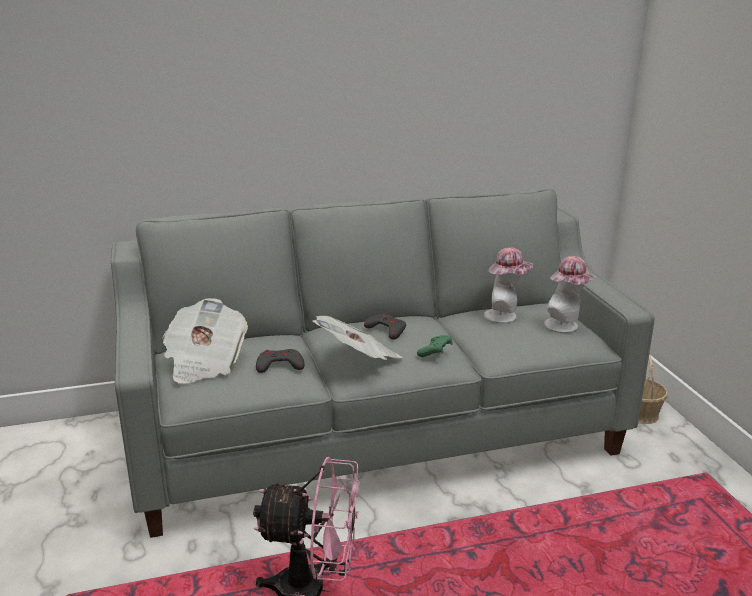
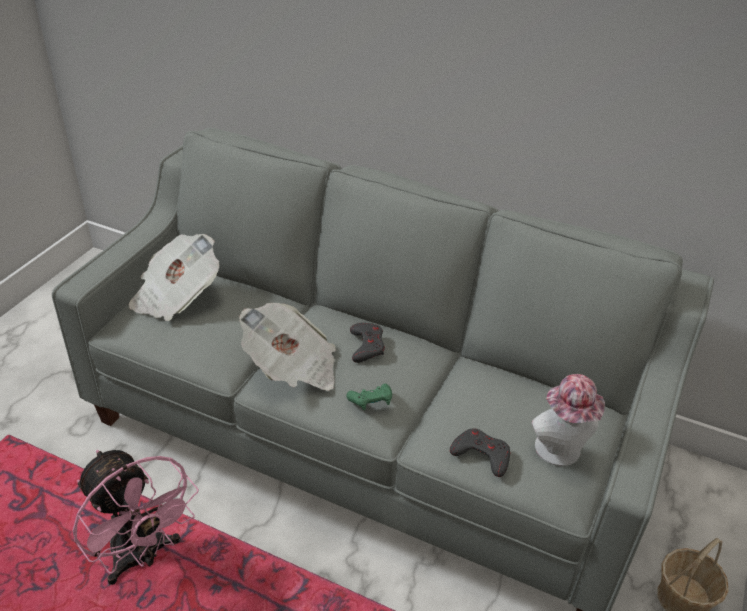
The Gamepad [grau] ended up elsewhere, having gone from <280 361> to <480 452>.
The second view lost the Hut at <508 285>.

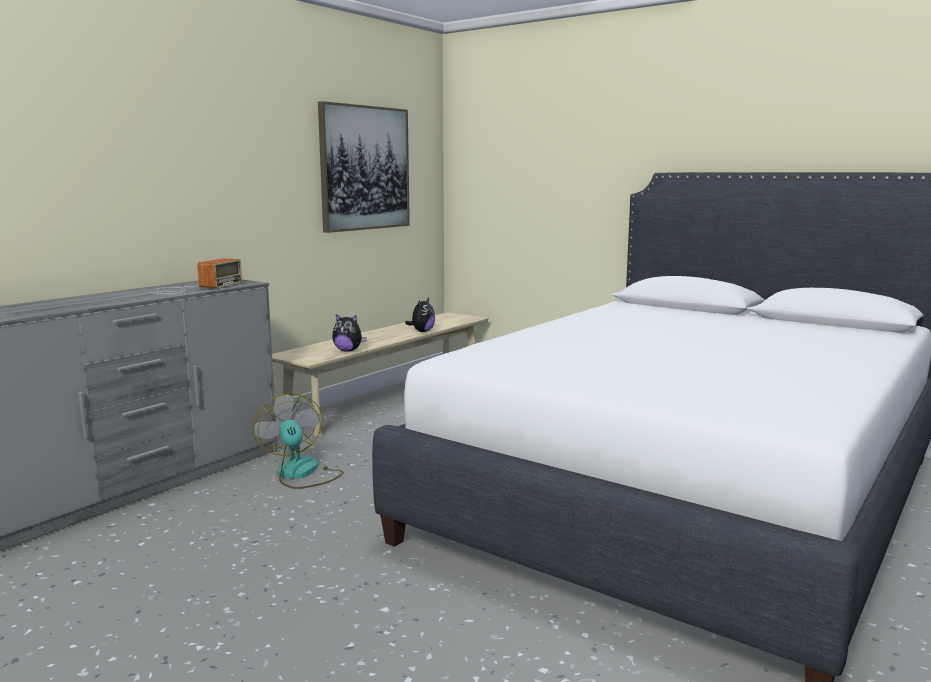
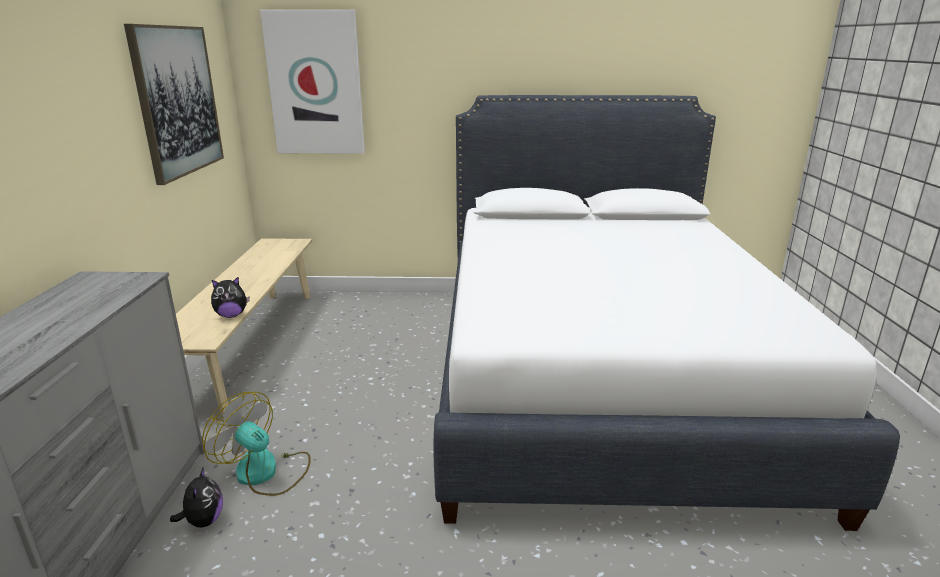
The second view lost the Radio at <196 276>.
The Plüschtier ended up elsewhere, having gone from <420 315> to <196 497>.
The second view gained the Bild at <312 82>.

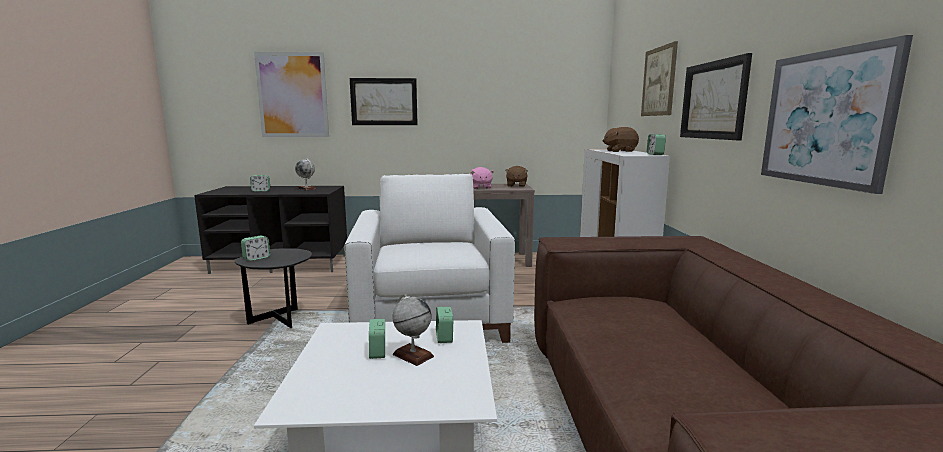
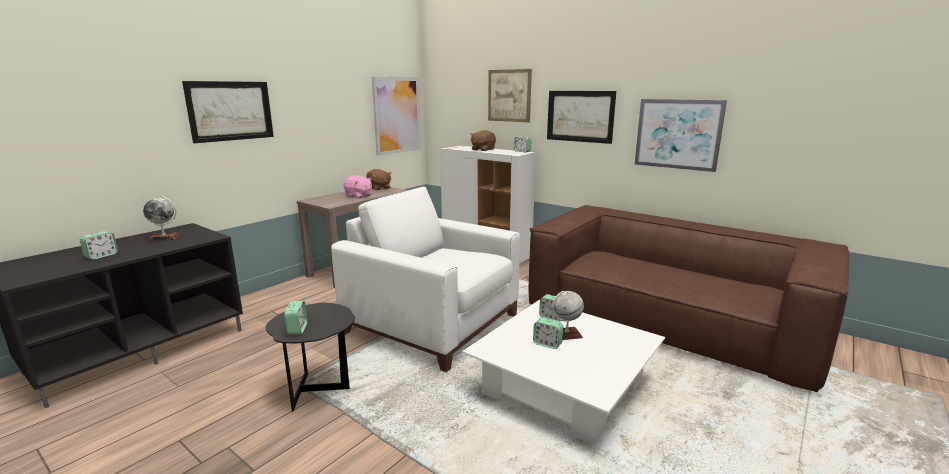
The Bild ended up elsewhere, having gone from <291 94> to <396 116>.

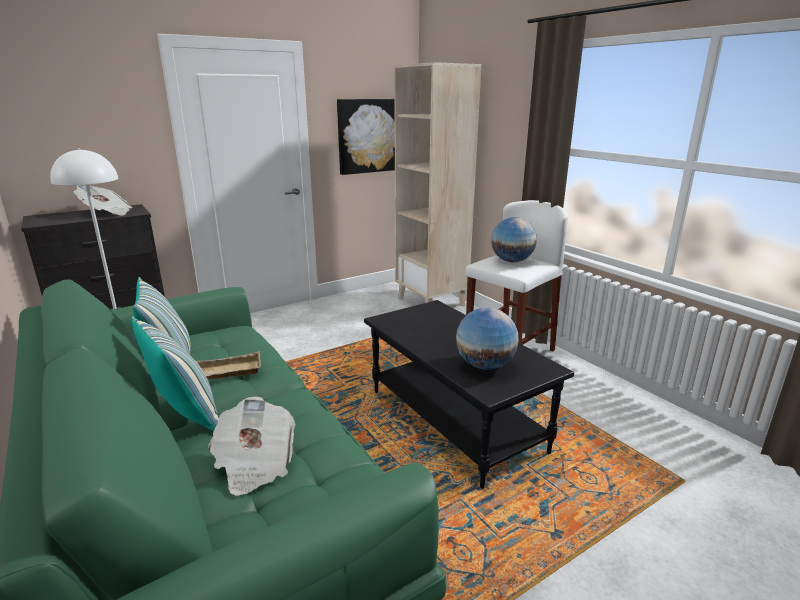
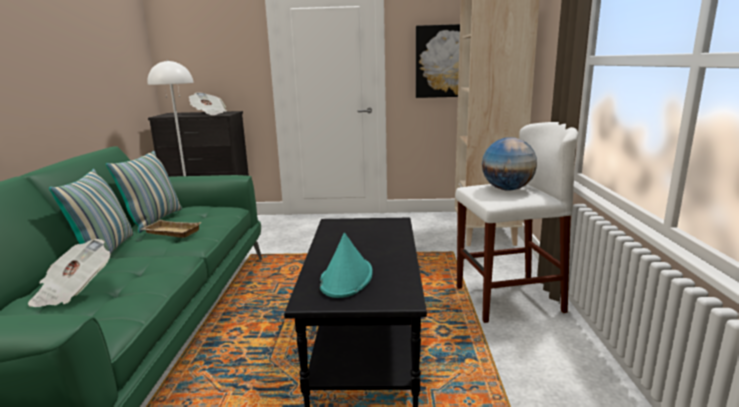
Where the Globus stood at <487 339>, the Hut [türkis] came to stand at <346 265>.

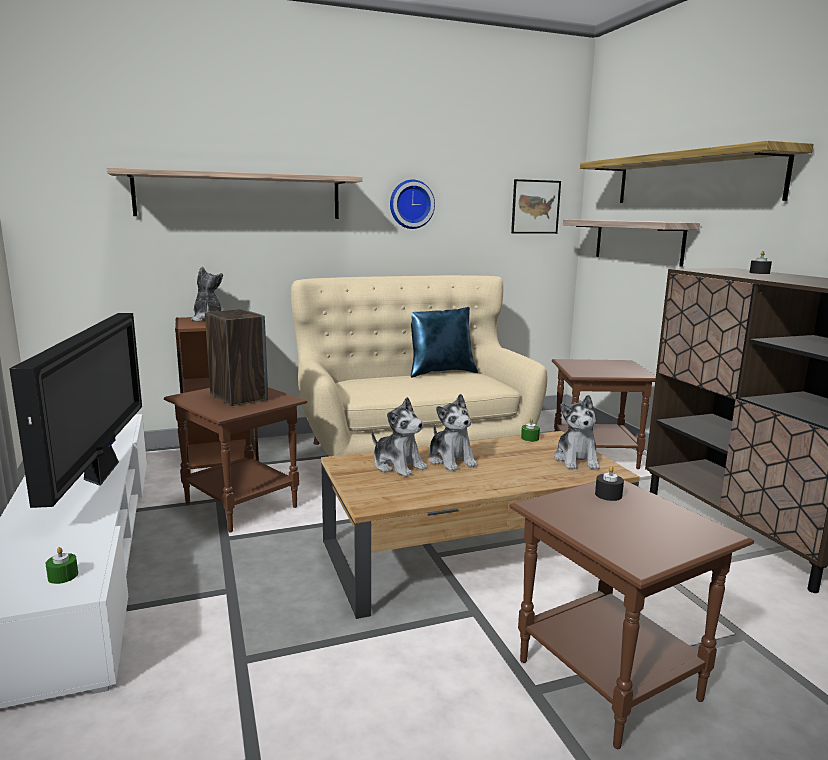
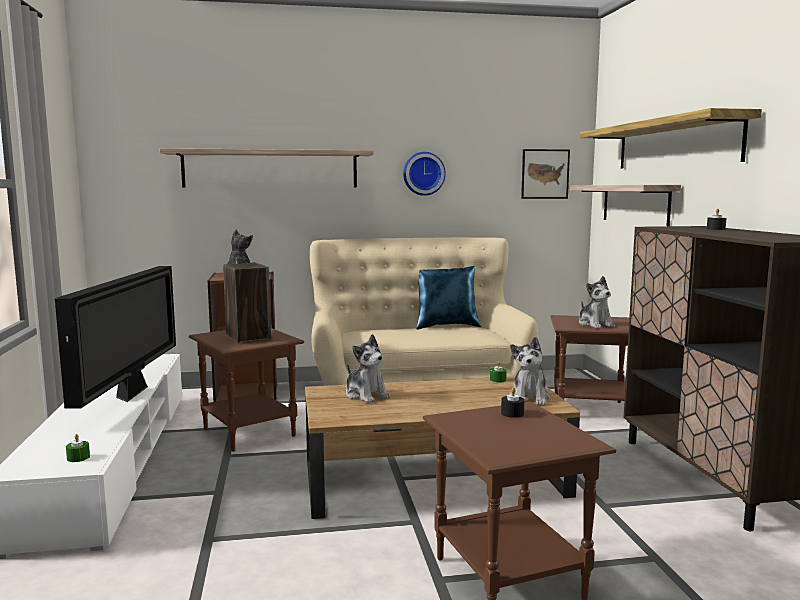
The Plüschtier ended up elsewhere, having gone from <453 432> to <597 302>.

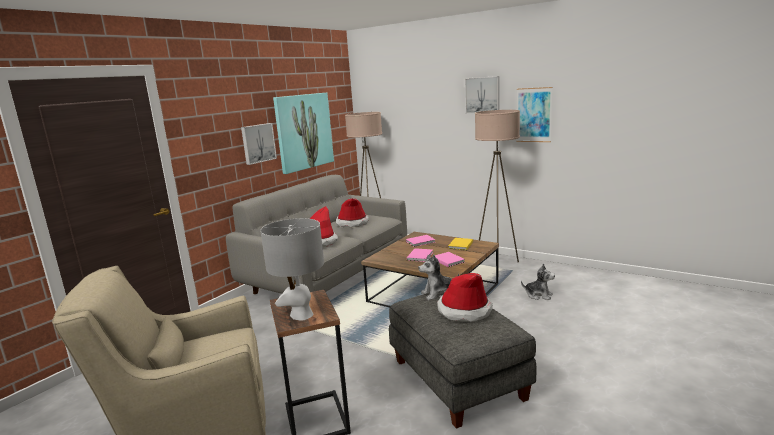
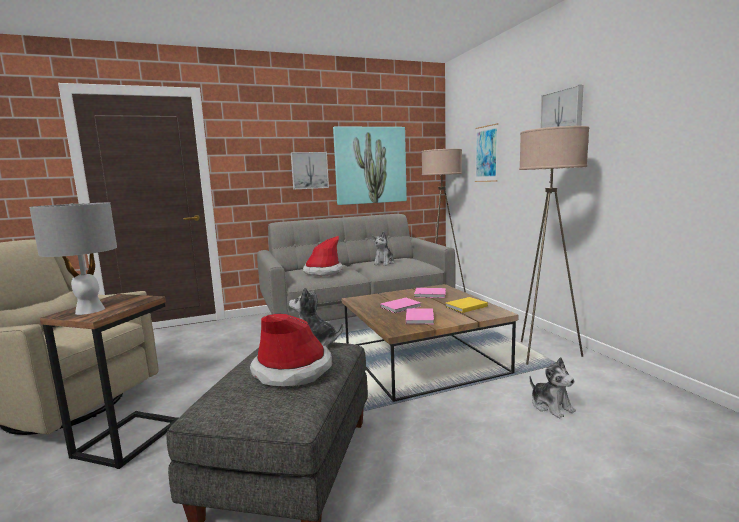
Where the Hut stood at <352 212>, the Plüschtier came to stand at <383 248>.
The Bild ended up elsewhere, having gone from <534 114> to <486 152>.

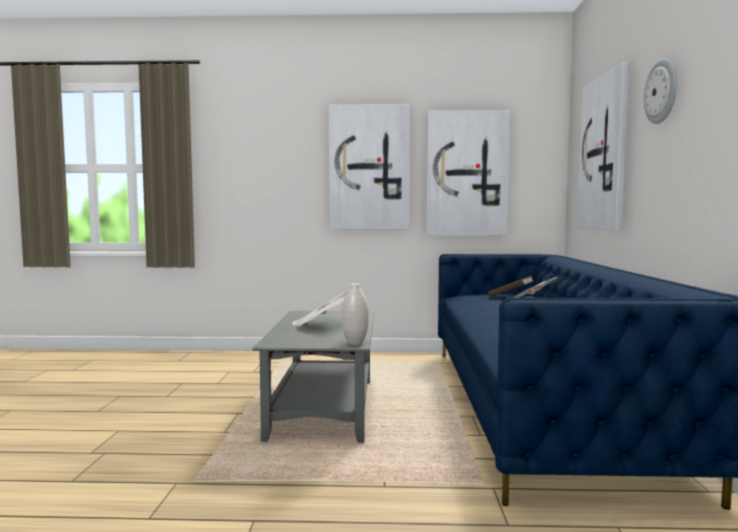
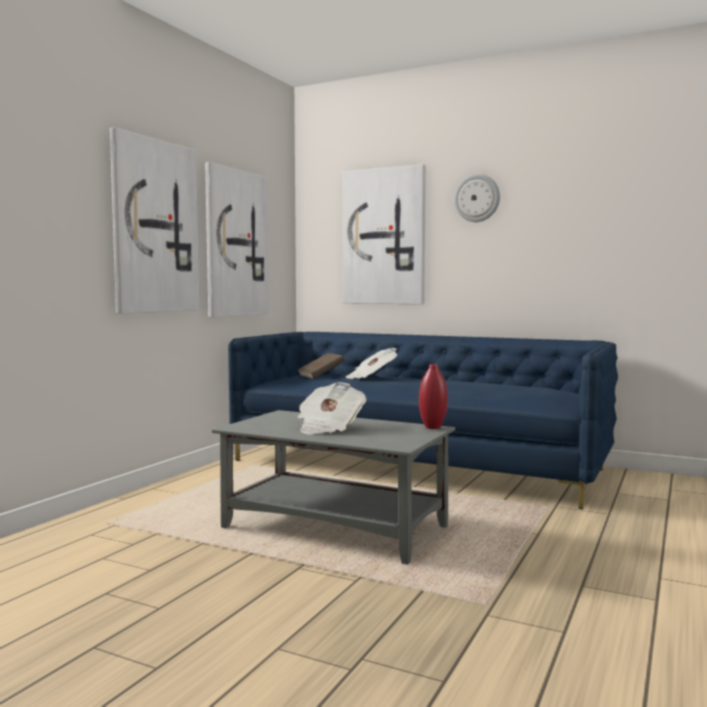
What was the Vase [weiß] at <355 314> turned into the Vase [rot] at <433 396>.

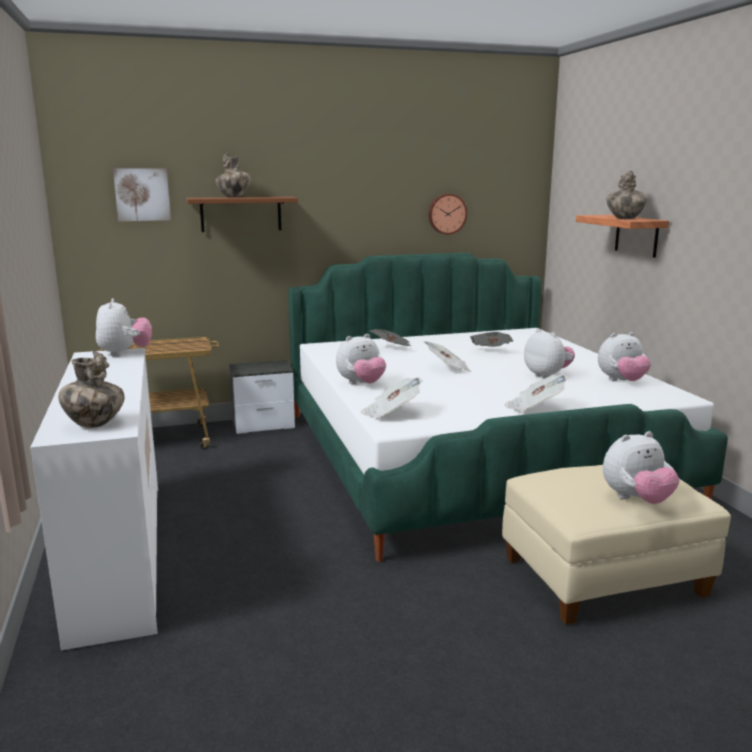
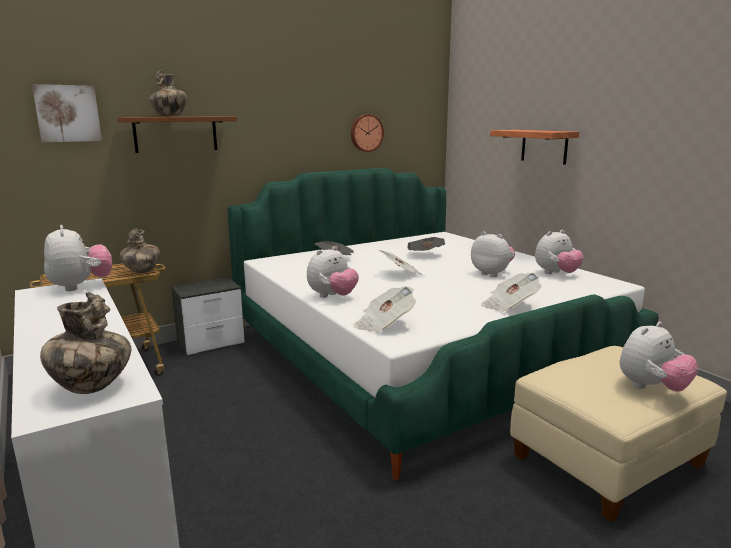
The Vase ended up elsewhere, having gone from <627 194> to <140 250>.

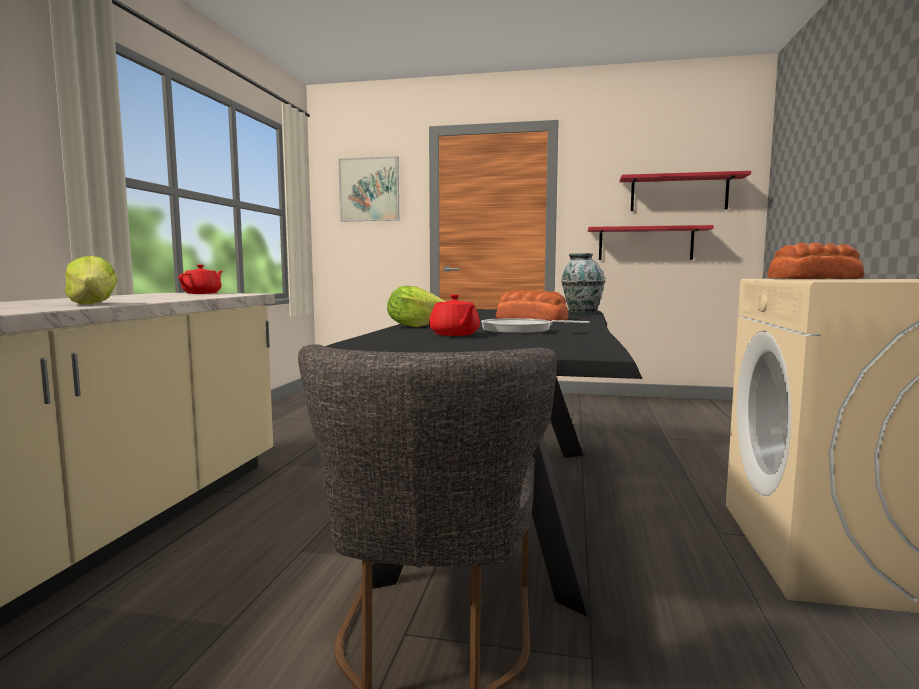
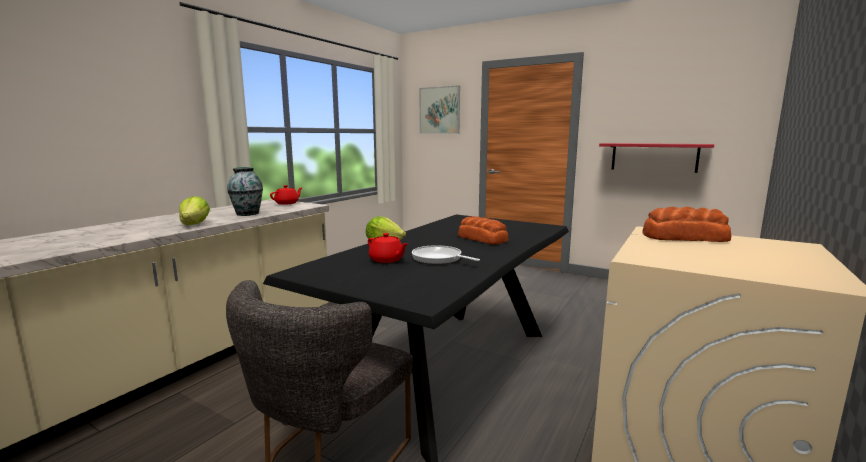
The Teekanne [rot] at <454 315> ended up facing another way, 45 degrees counterclockwise from before.
The Vase ended up elsewhere, having gone from <583 283> to <245 191>.
The second view lost the Wandregal [rot] at <685 191>.

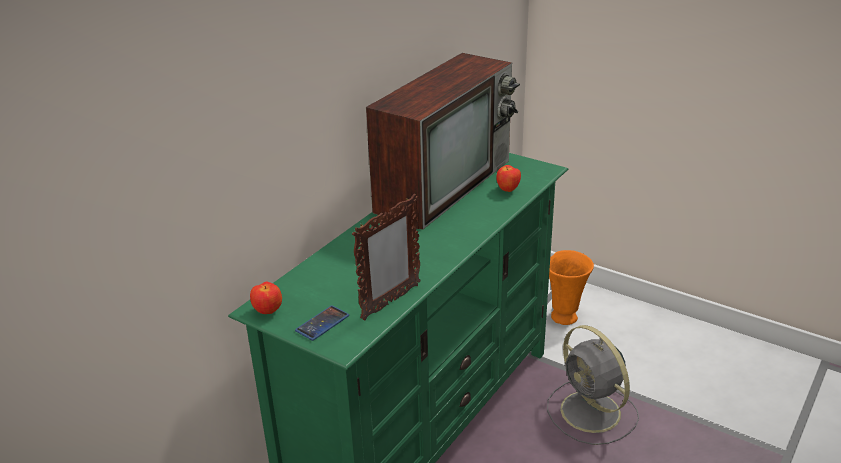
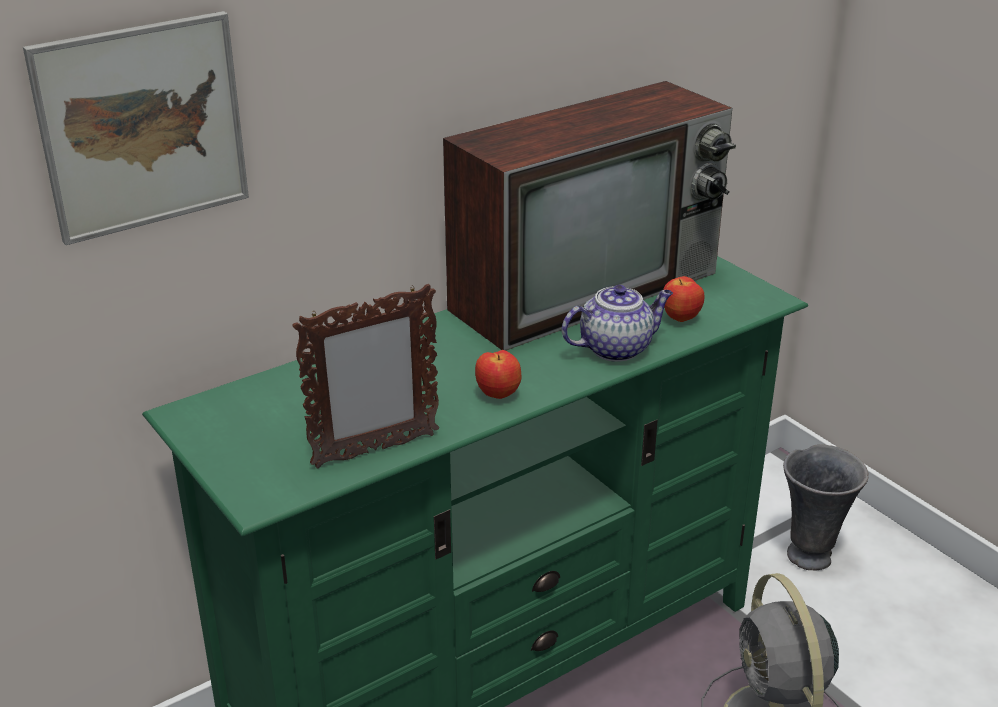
The Apfel ended up elsewhere, having gone from <266 297> to <498 374>.
The second view lost the Handy at <322 323>.
What was the Vase [orange] at <571 287> turned into the Vase [grau] at <826 507>.
The second view gained the Bild at <136 128>.
The second view gained the Teekanne at <617 323>.

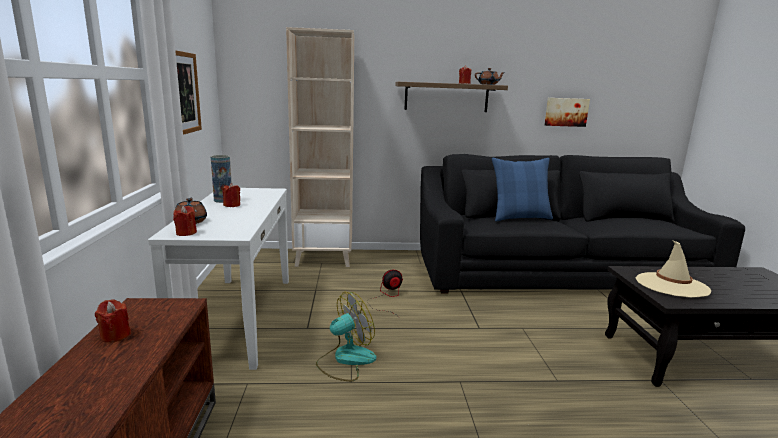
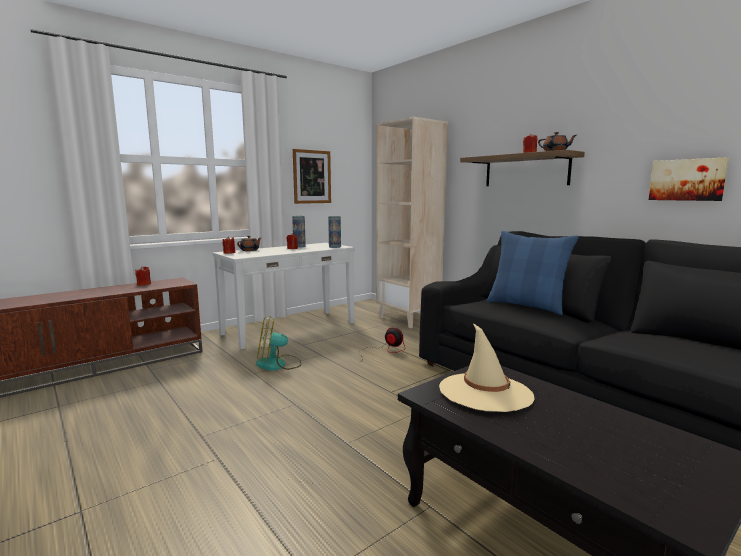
The Ventilator at <346 336> ended up facing another way, 150 degrees clockwise from before.
The second view gained the Vase at <334 232>.

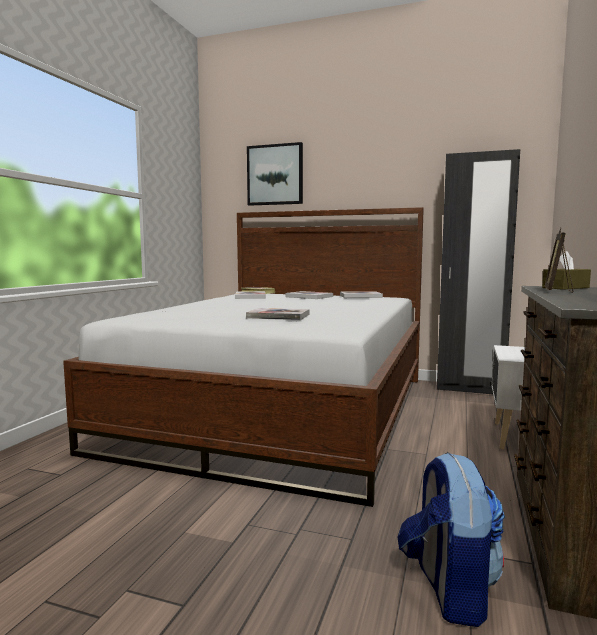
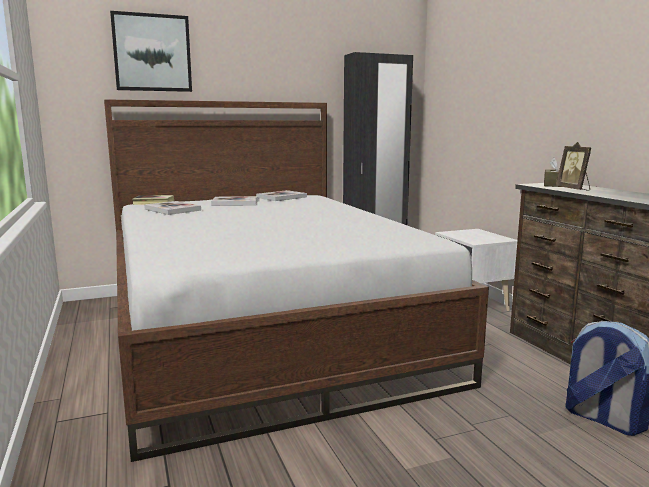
The second view lost the Buch at <278 314>.

